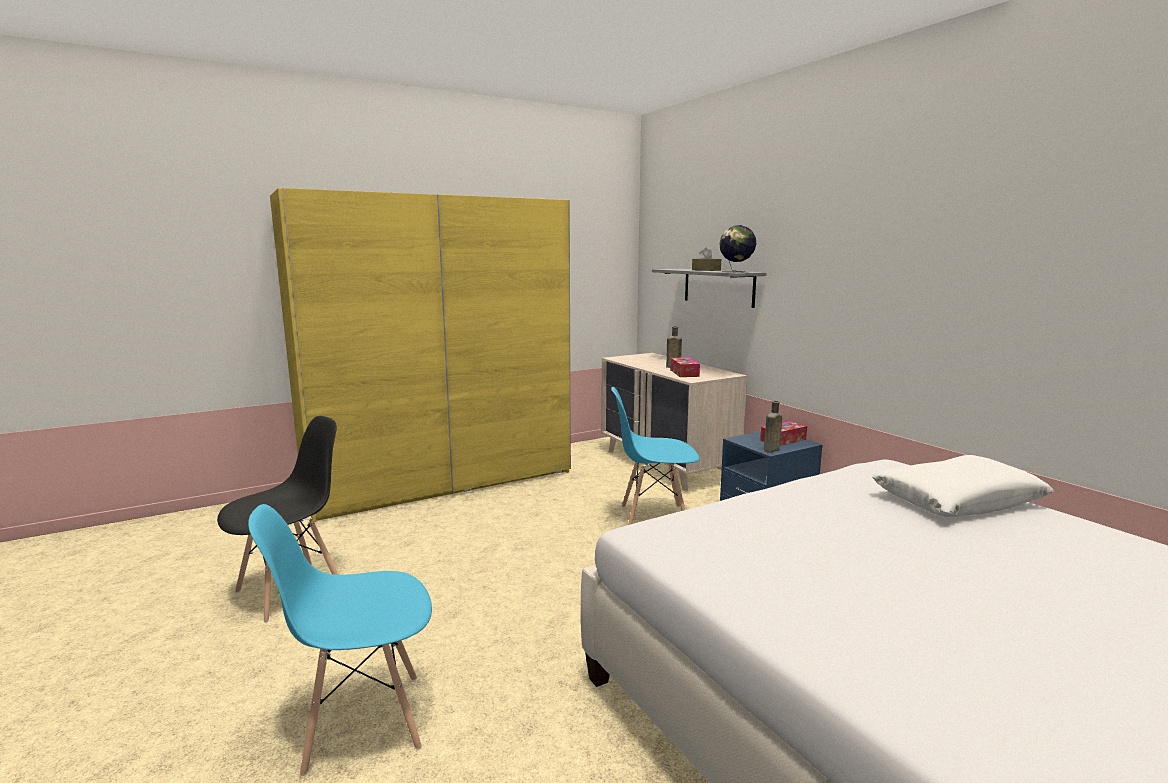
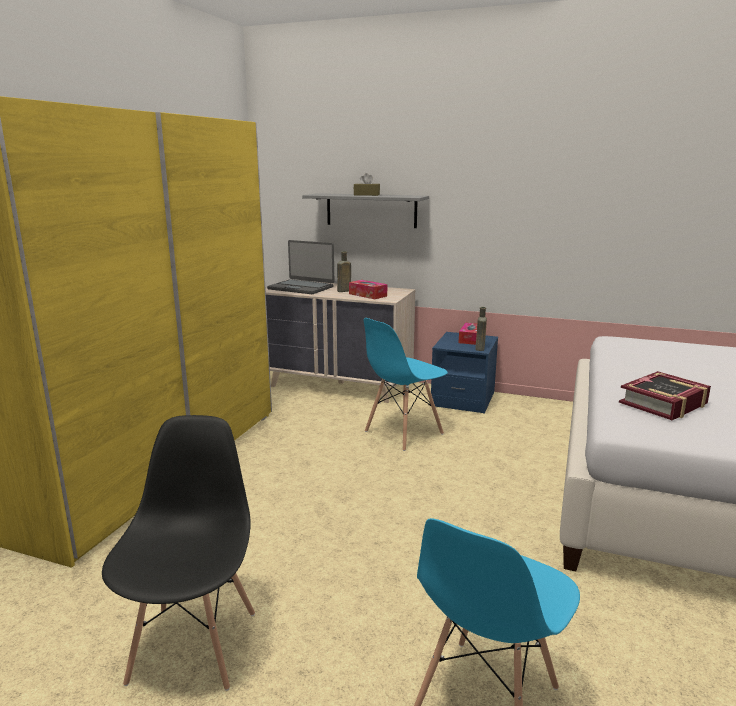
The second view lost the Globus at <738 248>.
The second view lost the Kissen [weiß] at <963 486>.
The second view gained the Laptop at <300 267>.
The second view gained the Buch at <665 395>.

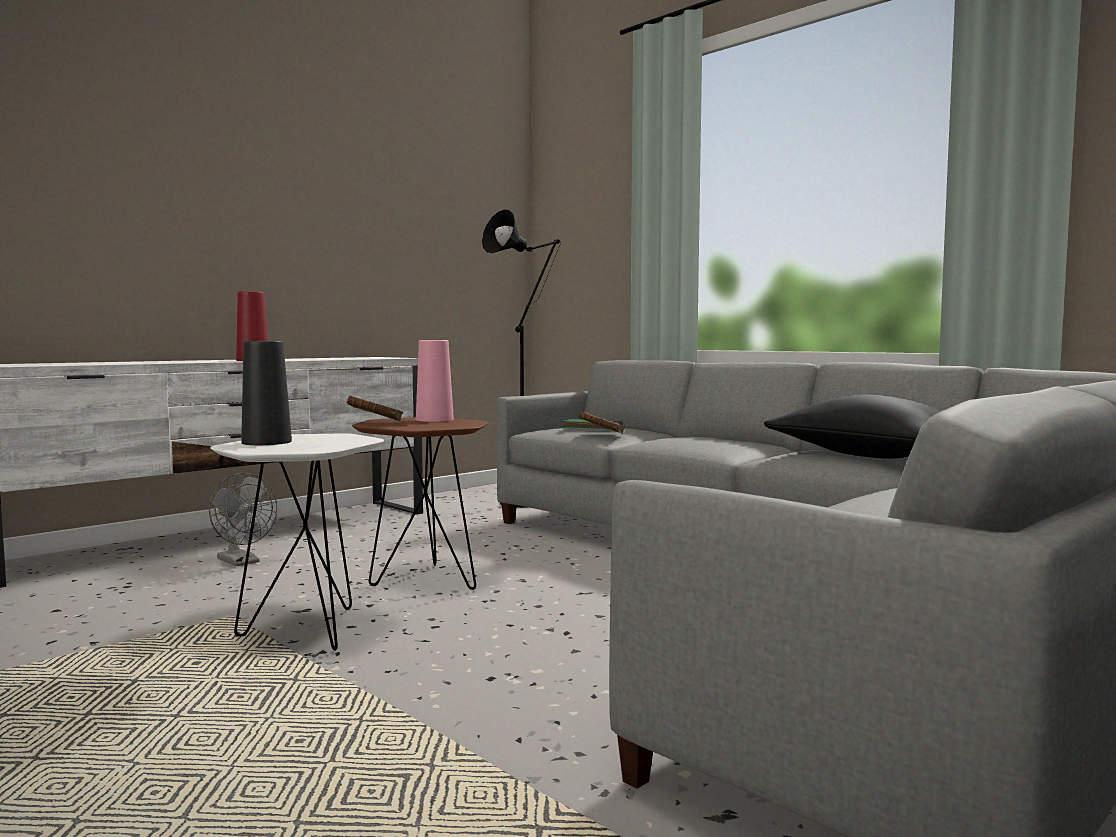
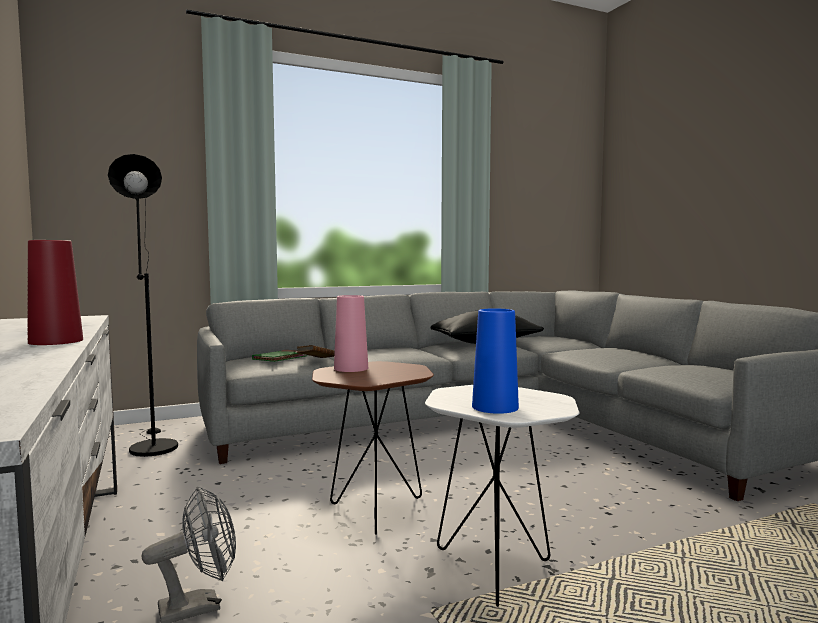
What was the Vase [schwarz] at <266 393> turned into the Vase [blau] at <495 361>.
The second view lost the Buch [braun] at <375 408>.

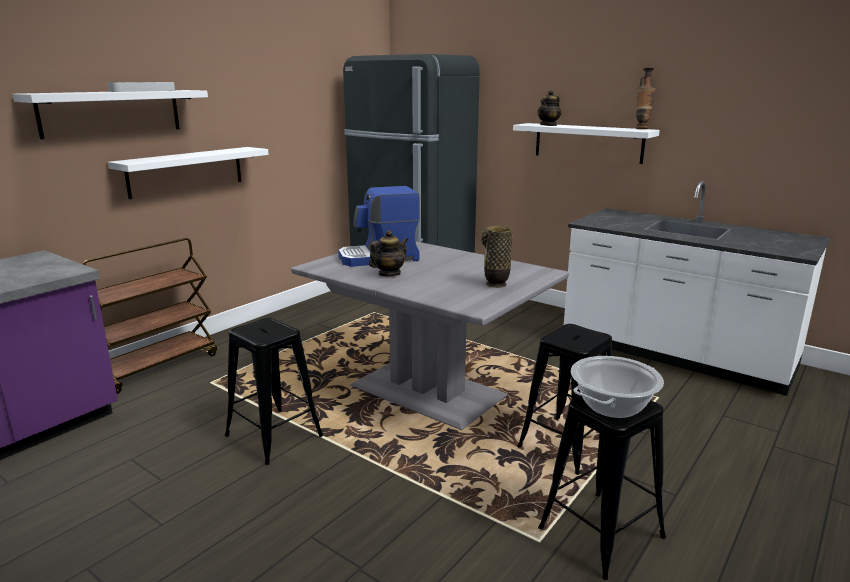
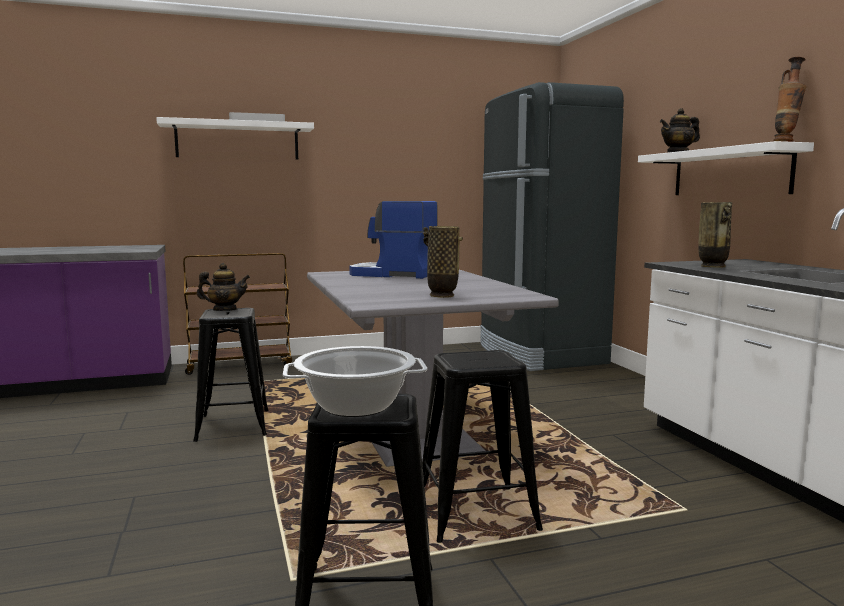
The second view lost the Wandregal [weiß] at <188 173>.
The Teekanne ended up elsewhere, having gone from <388 253> to <223 287>.
The second view gained the Vase at <715 234>.

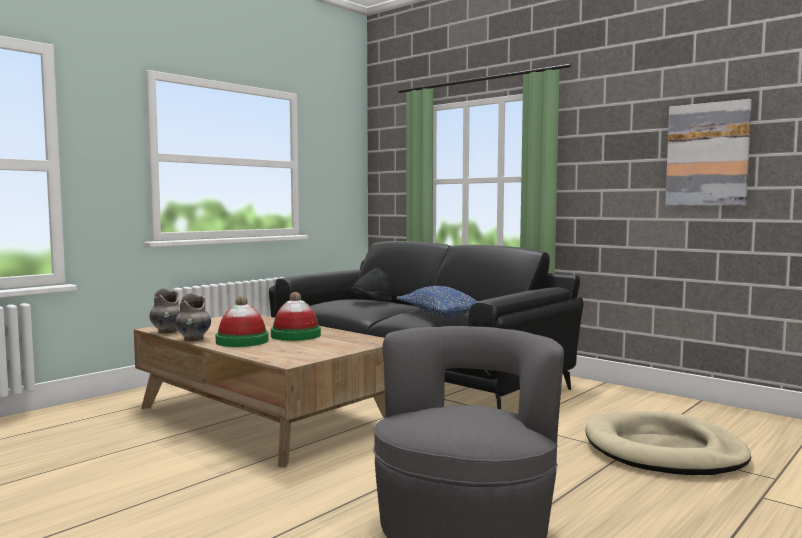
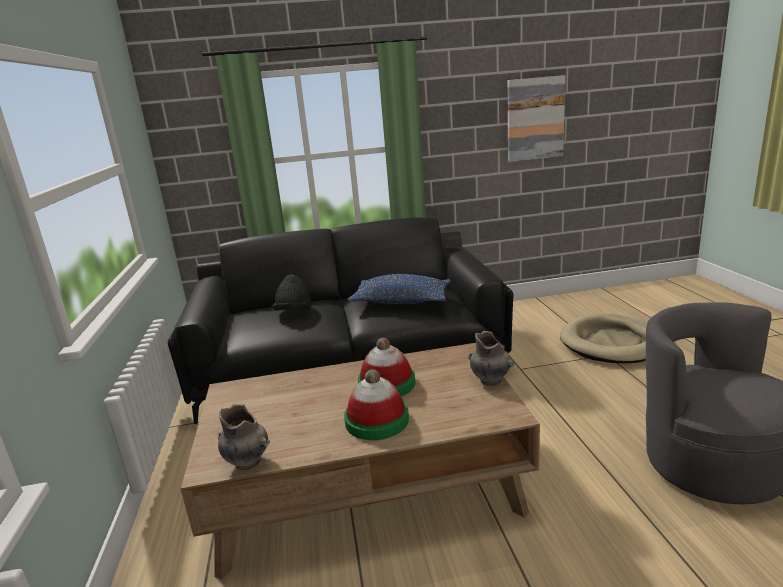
The Vase [grau] ended up elsewhere, having gone from <193 317> to <491 358>.

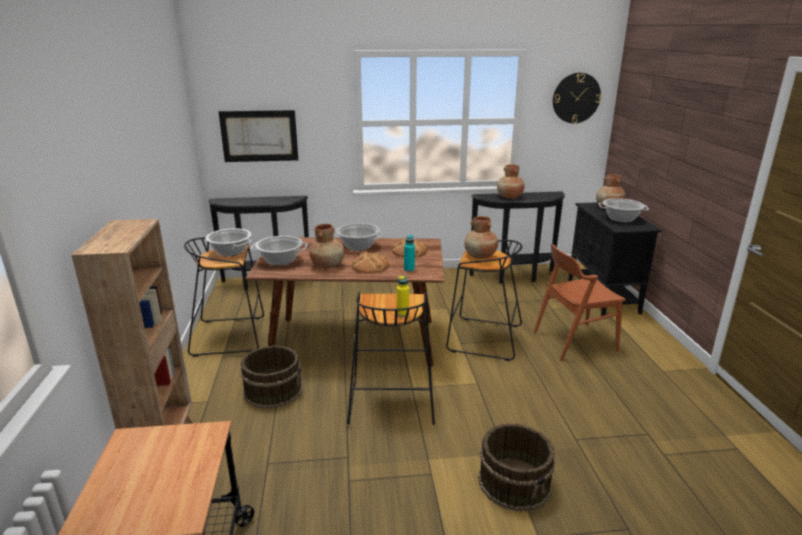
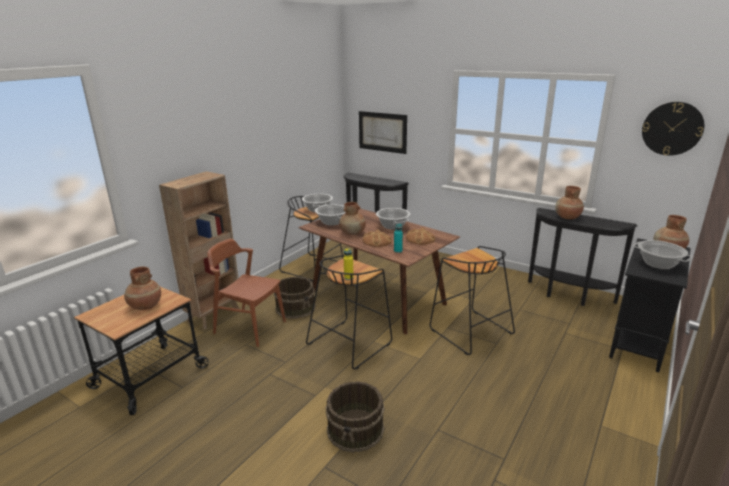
The Vase [braun] ended up elsewhere, having gone from <481 237> to <142 288>.
The Stuhl [braun] ended up elsewhere, having gone from <580 302> to <247 293>.

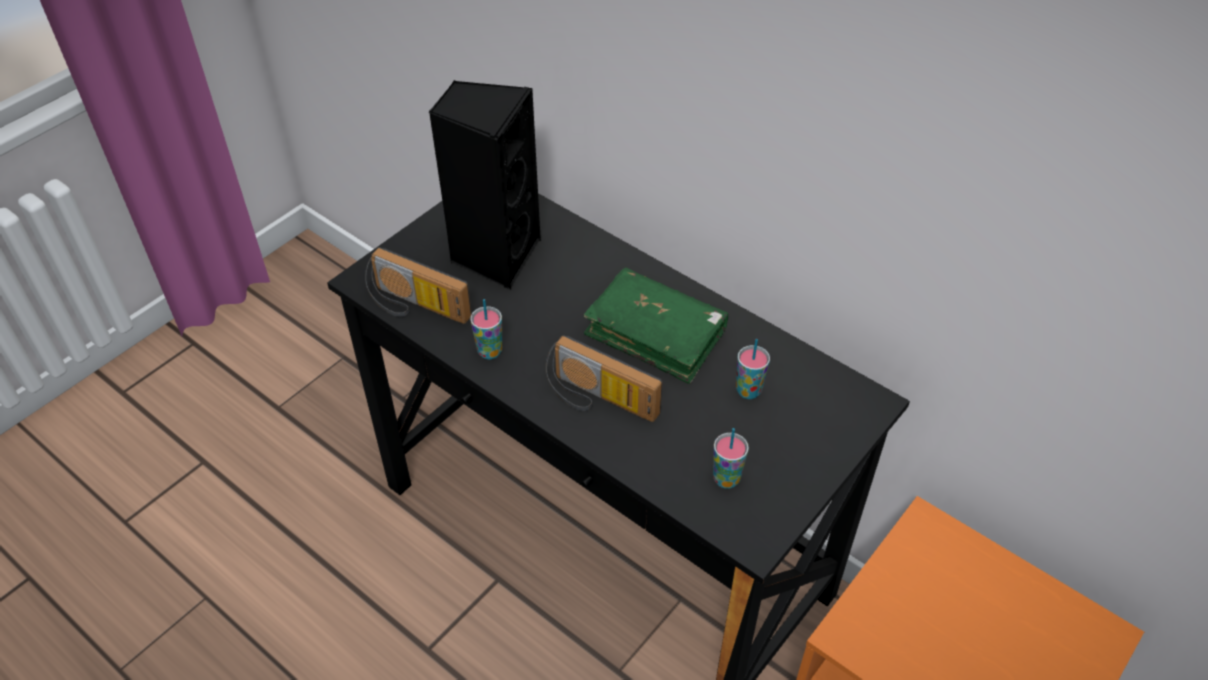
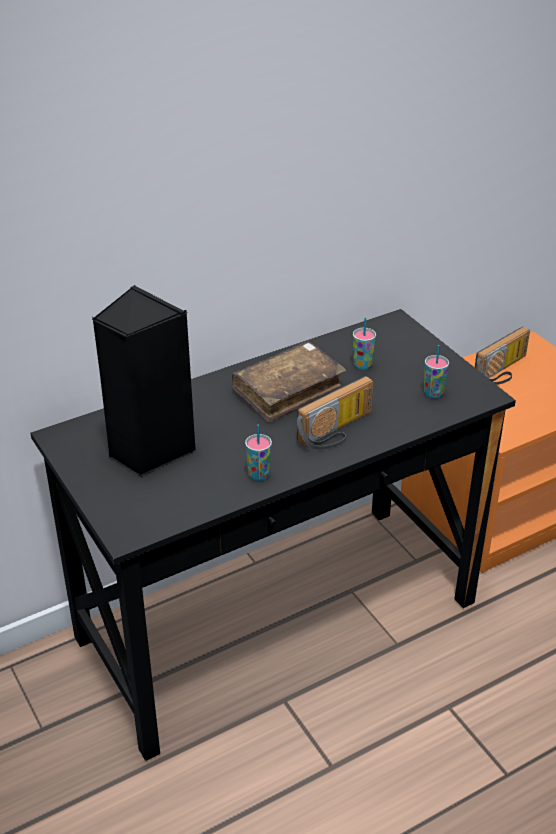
The Radio ended up elsewhere, having gone from <418 285> to <502 355>.
What was the Buch [grün] at <656 326> turned into the Buch [braun] at <289 382>.

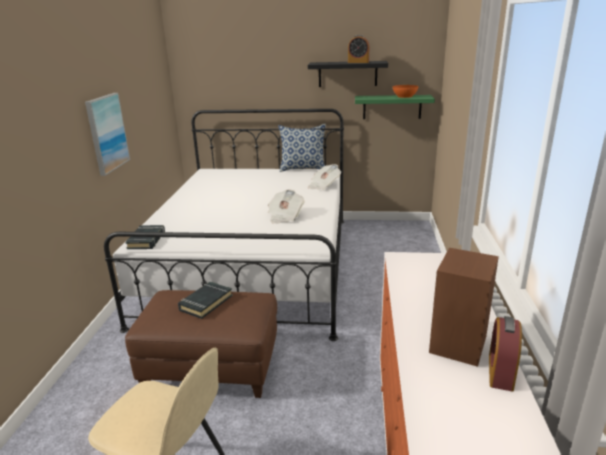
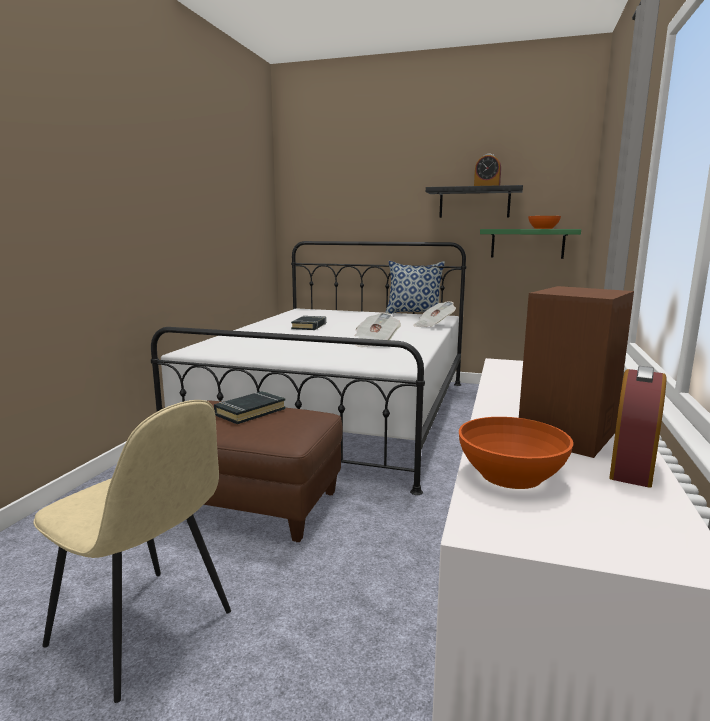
The second view lost the Bild at <107 134>.
The Buch [schwarz] ended up elsewhere, having gone from <145 237> to <308 323>.
The second view gained the Schüssel [orange] at <516 453>.

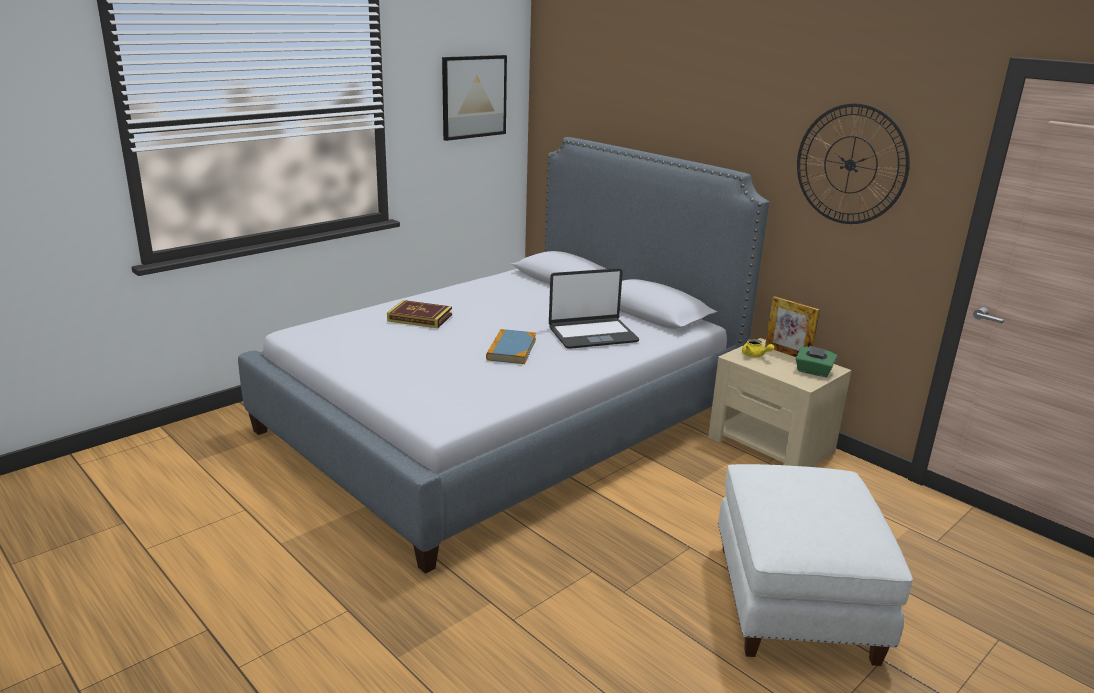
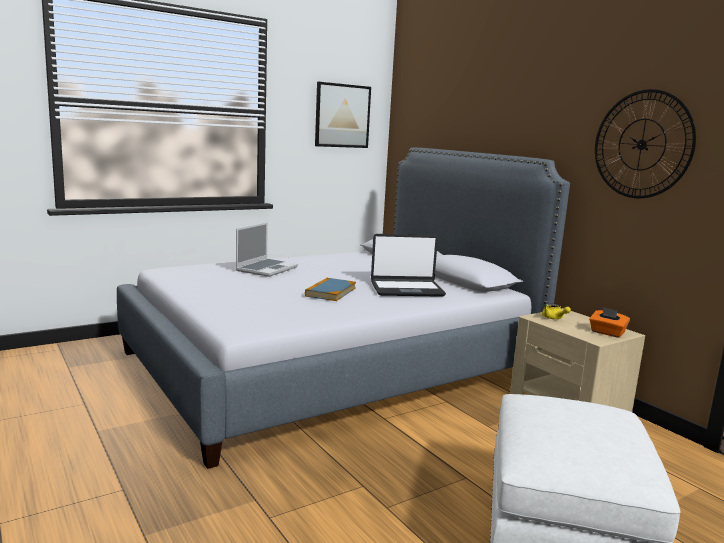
Where the Buch stood at <419 314>, the Laptop came to stand at <267 249>.
The second view lost the Bilderrahmen at <792 326>.
What was the Taschentuchbox [grün] at <816 361> turned into the Taschentuchbox [orange] at <609 322>.

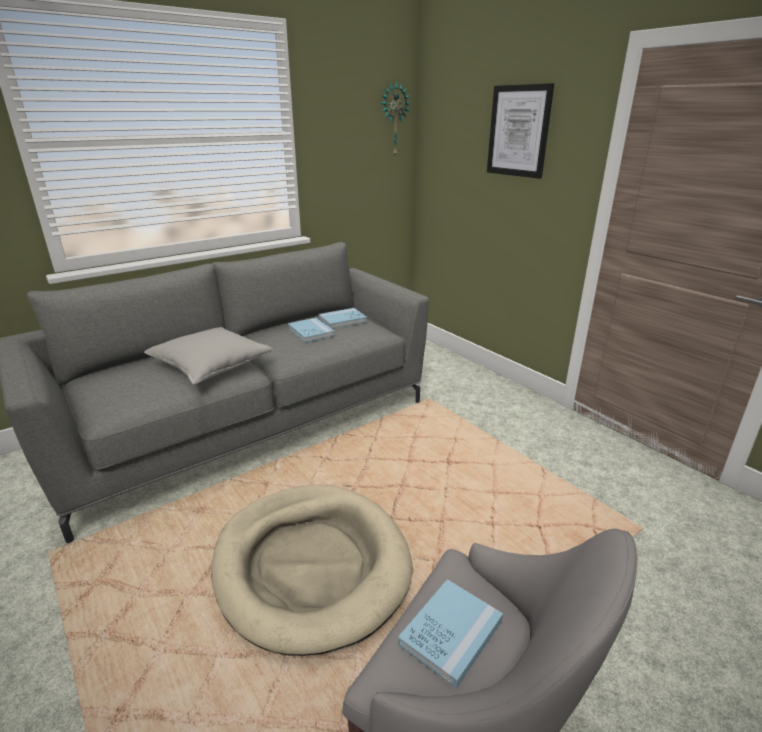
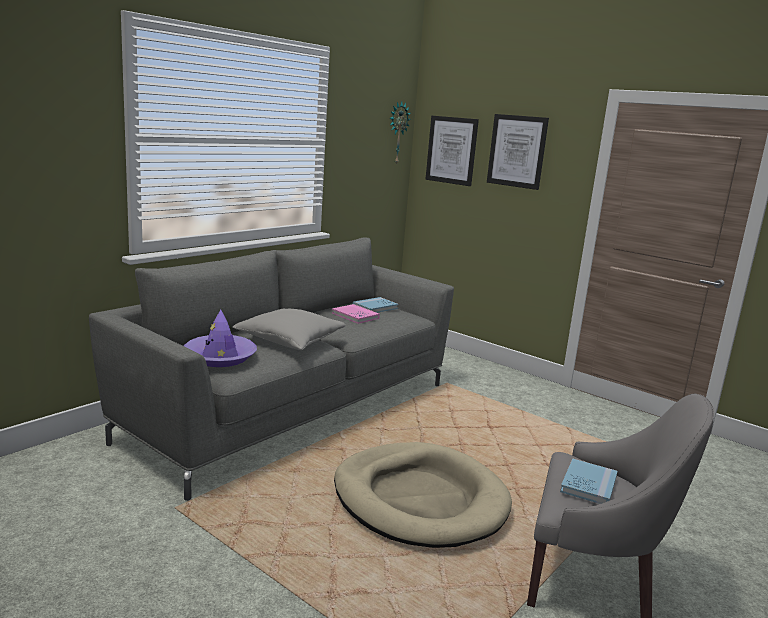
What was the Buch [blau] at <311 330> turned into the Buch [rosa] at <356 314>.
The second view gained the Hut [lila] at <220 338>.
The second view gained the Bild at <452 151>.

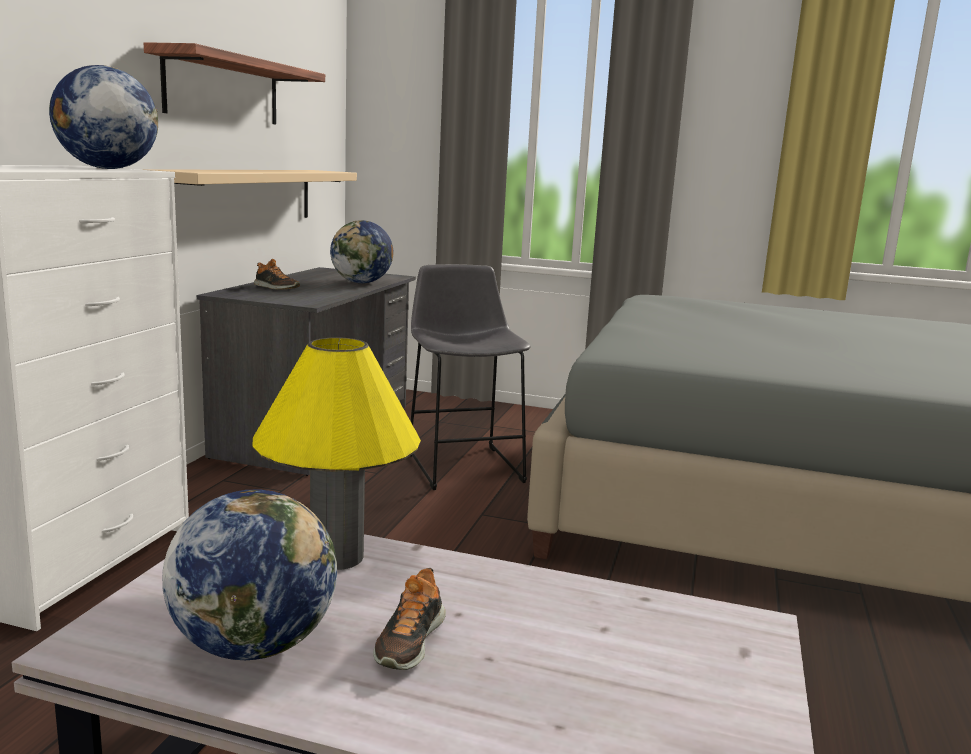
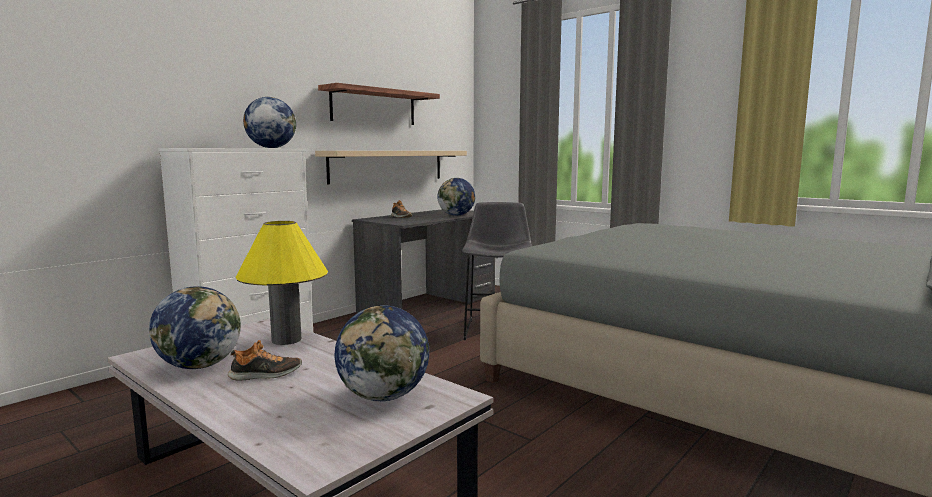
The Schuh at <409 619> ended up facing another way, 150 degrees counterclockwise from before.
The second view gained the Globus at <382 353>.

